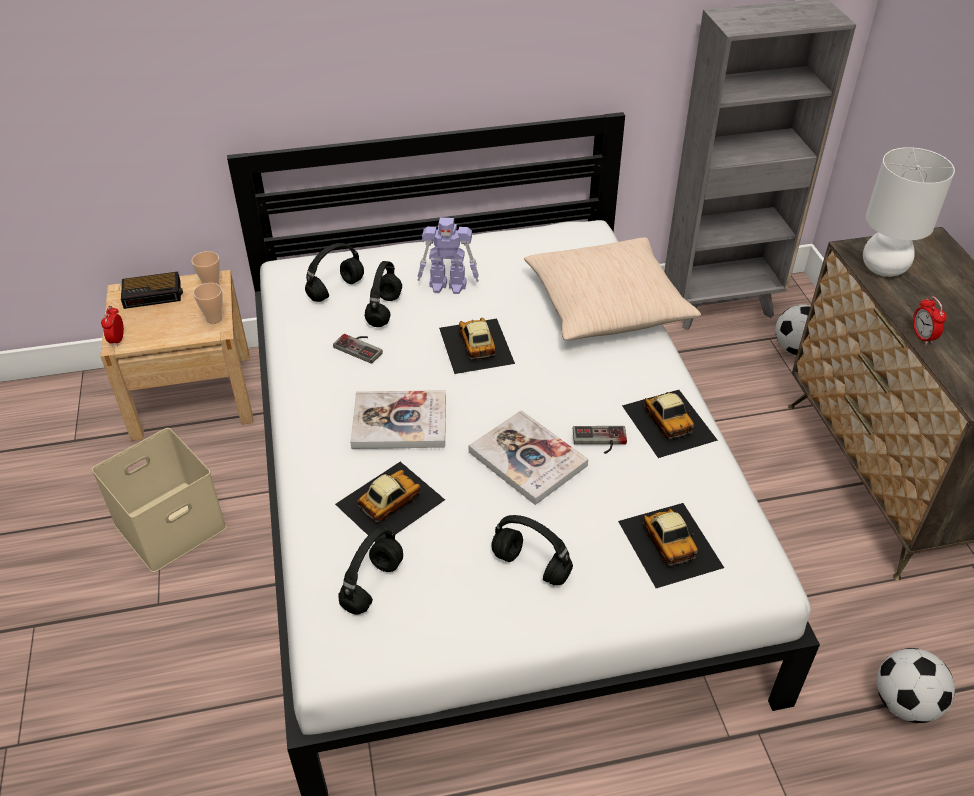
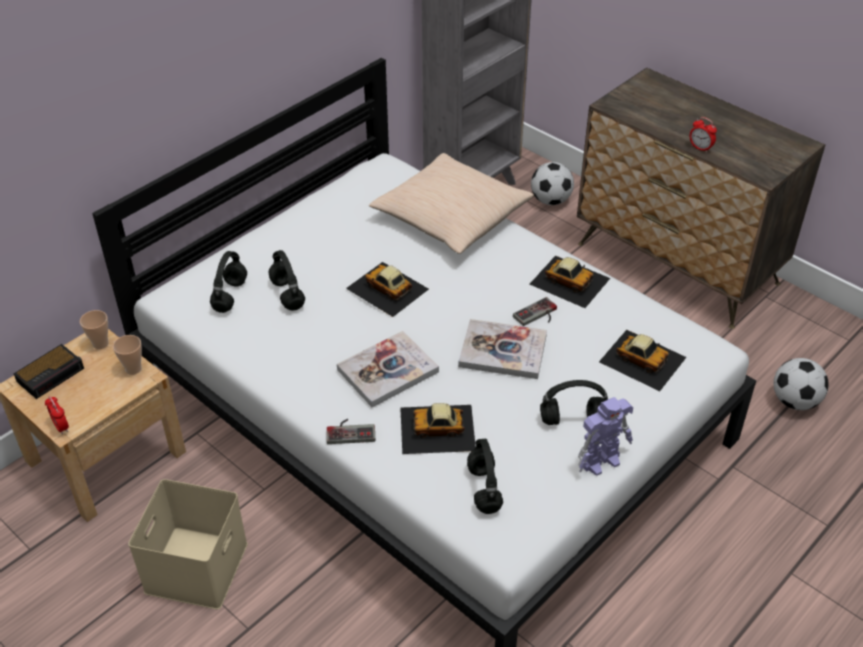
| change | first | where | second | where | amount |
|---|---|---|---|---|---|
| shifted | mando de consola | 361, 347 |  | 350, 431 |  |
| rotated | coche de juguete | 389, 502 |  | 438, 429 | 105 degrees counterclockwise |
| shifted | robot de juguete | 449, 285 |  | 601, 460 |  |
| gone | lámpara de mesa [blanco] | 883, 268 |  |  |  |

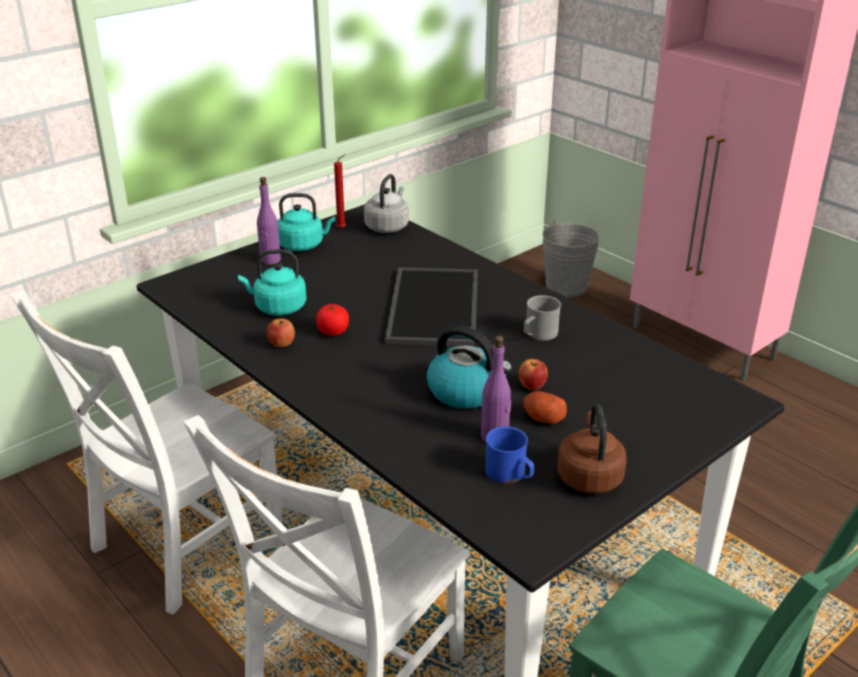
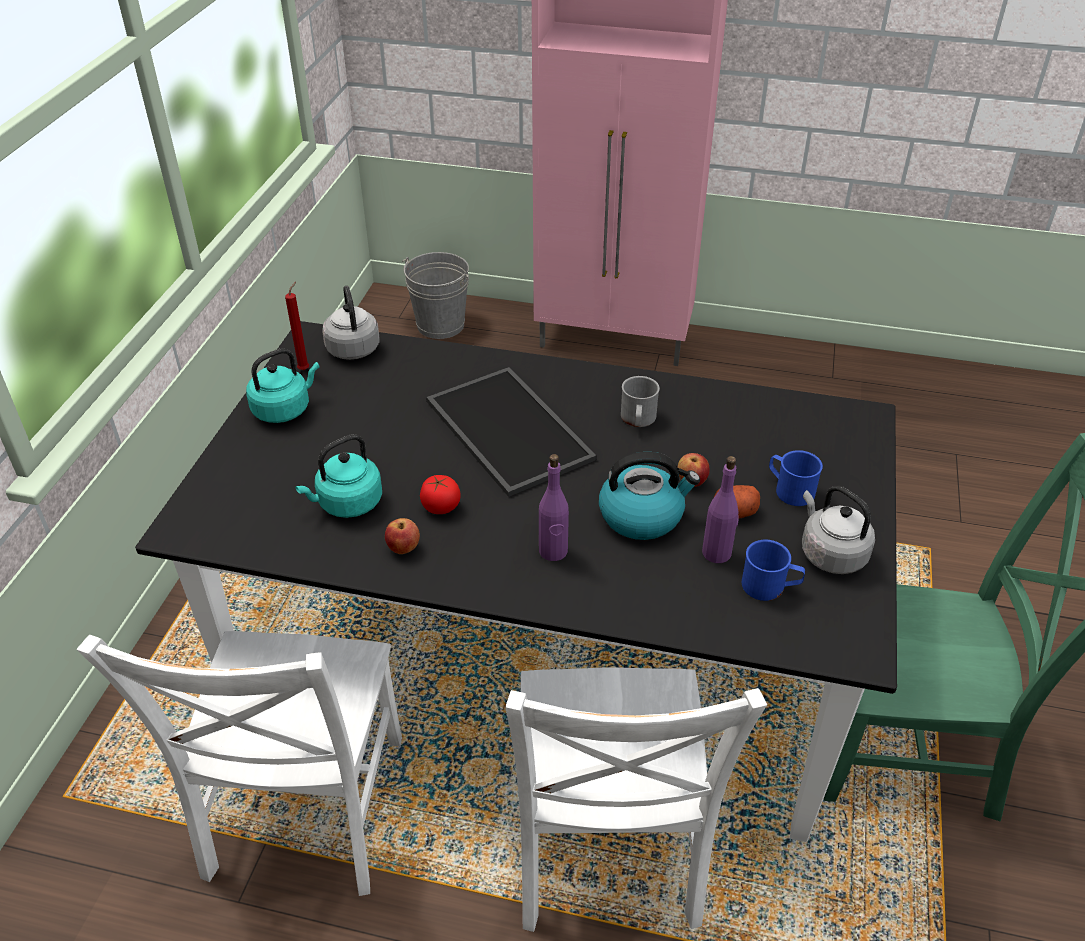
| change | first | where | second | where | amount |
|---|---|---|---|---|---|
| shifted | botella [morado] | 270, 260 |  | 553, 551 |  |
| repainted | hervidor [marrón] | 589, 476 | hervidor [gris] | 830, 553 |  |
| new |  |  | taza grande [azul] | 789, 489 |  |

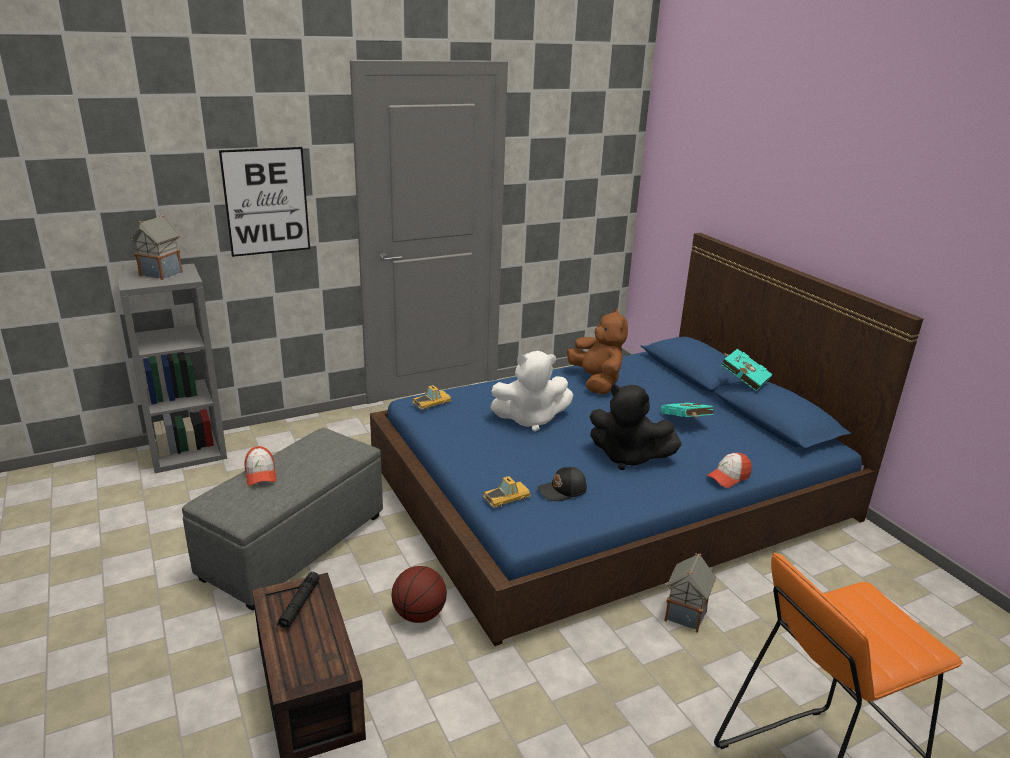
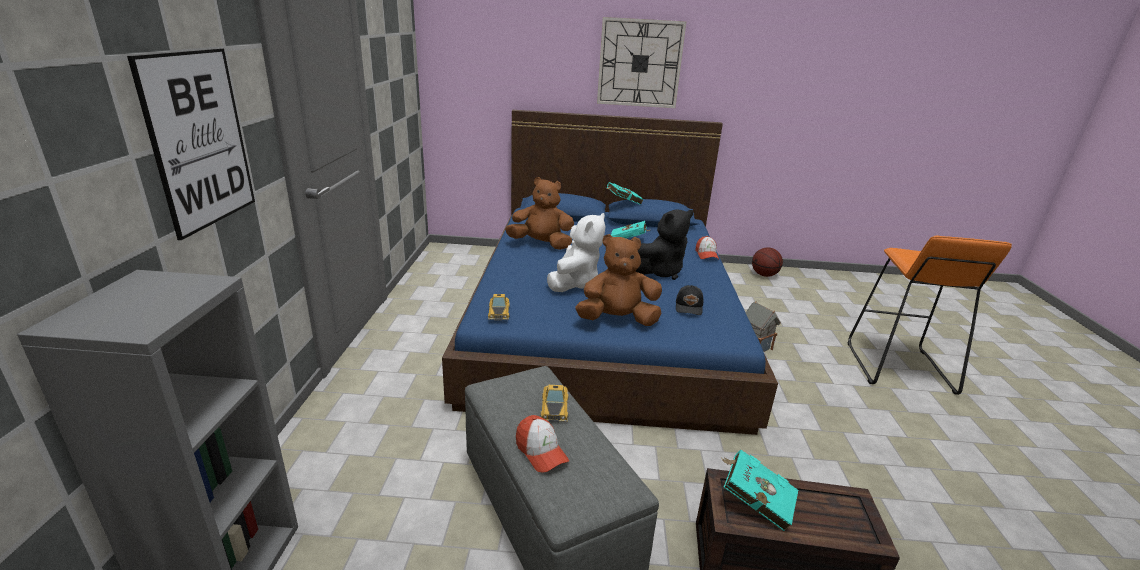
| change | first | where | second | where | amount |
|---|---|---|---|---|---|
| gone | casita | 161, 273 |  |  |  |
| rotated | gorra | 260, 474 |  | 541, 452 | 45 degrees clockwise |
| swapped | linterna [negro] | 299, 605 | libro [turquesa] | 754, 501 |  |
| shifted | balón de baloncesto | 419, 615 |  | 764, 275 |  |
| shifted | coche de juguete | 507, 497 |  | 554, 406 |  |
| new |  |  | peluche [marrón] | 617, 320 |  |
| new |  |  | reloj de pared | 640, 63 |  |

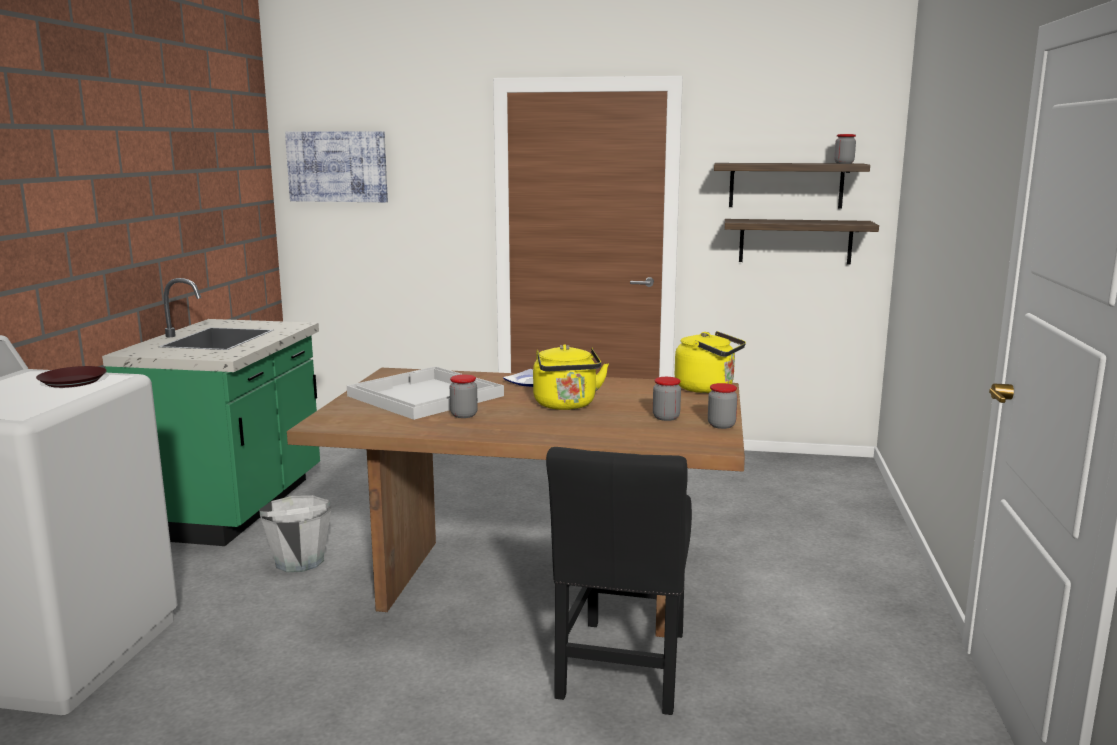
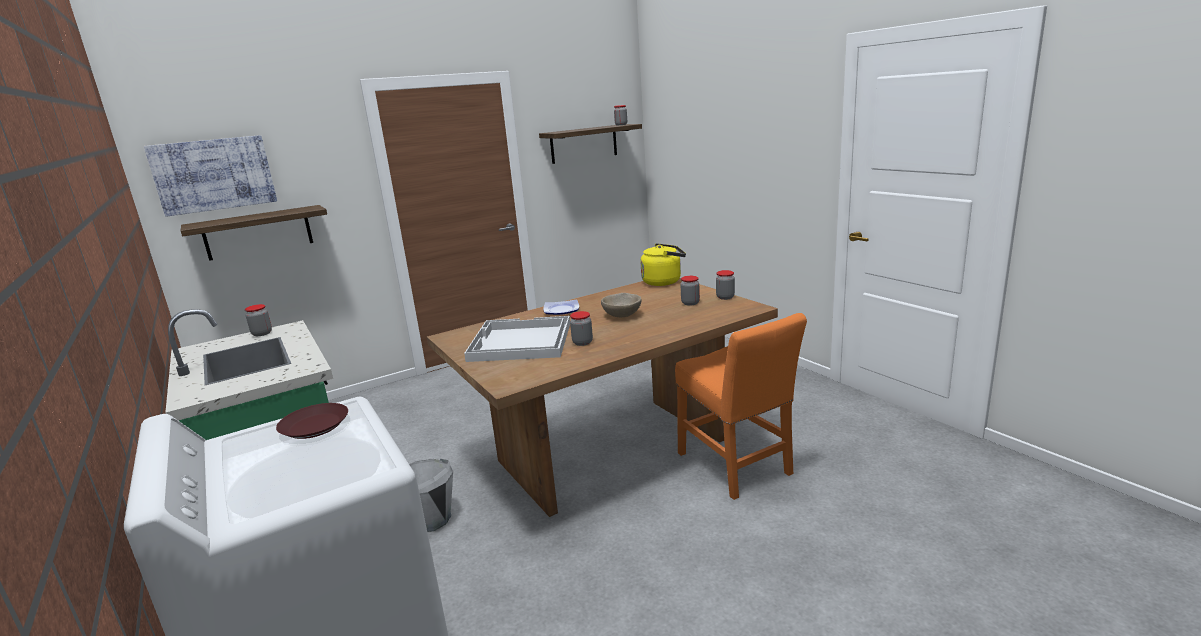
| change | first | where | second | where | amount |
|---|---|---|---|---|---|
| swapped | hervidor [amarillo] | 566, 405 | cuenco [beis] | 622, 315 |  |
| repainted | silla [negro] | 623, 670 | silla [naranja] | 736, 467 |  |
| shifted | estante | 795, 241 |  | 258, 232 |  |
| new |  |  | tarro | 262, 333 |  |

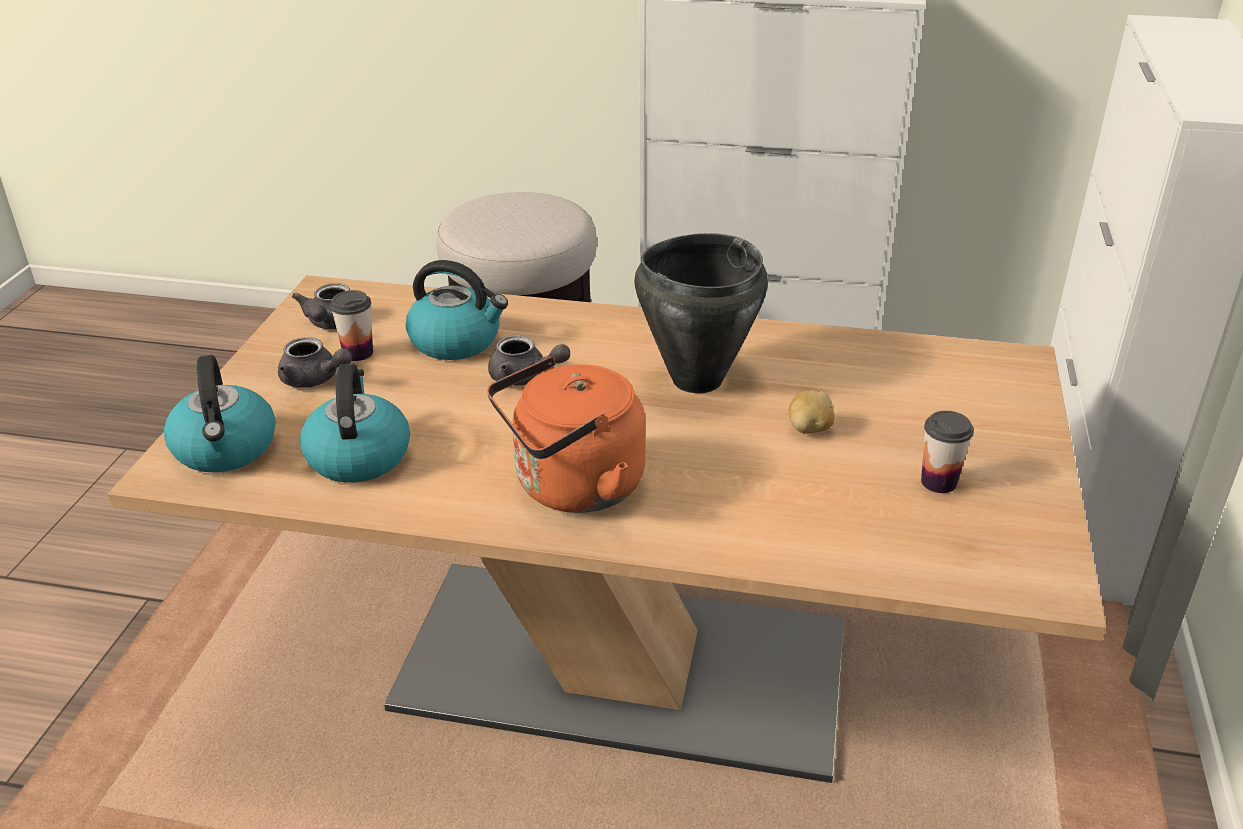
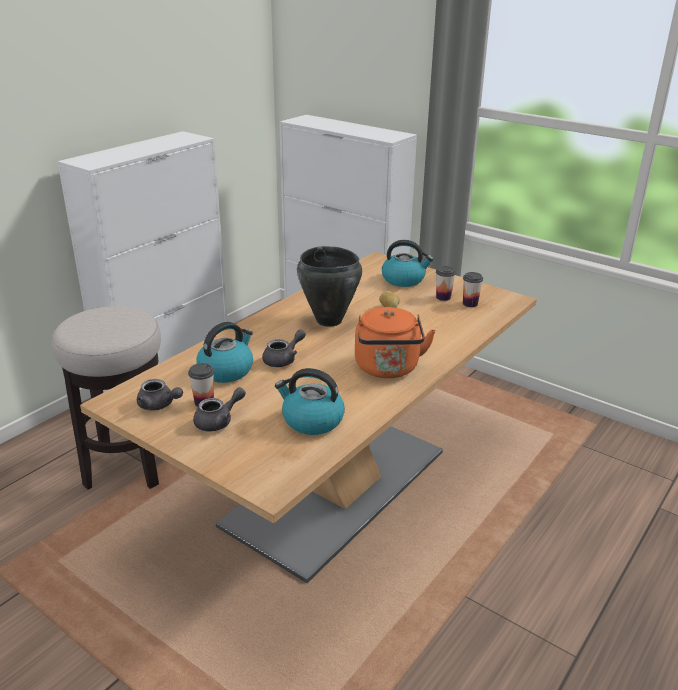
| change | first | where | second | where | amount |
|---|---|---|---|---|---|
| shifted | hervidor | 226, 449 |  | 404, 279 |  |
| new |  |  | taza | 470, 304 |  |

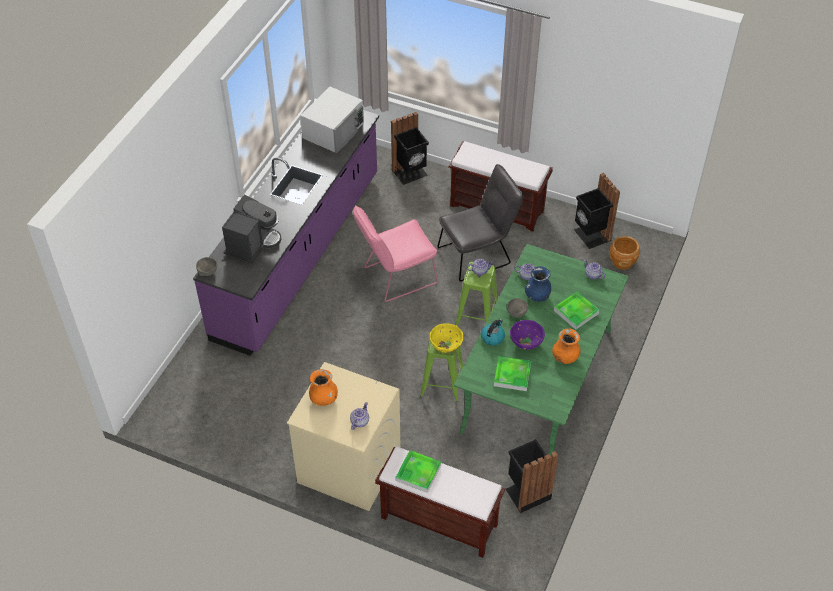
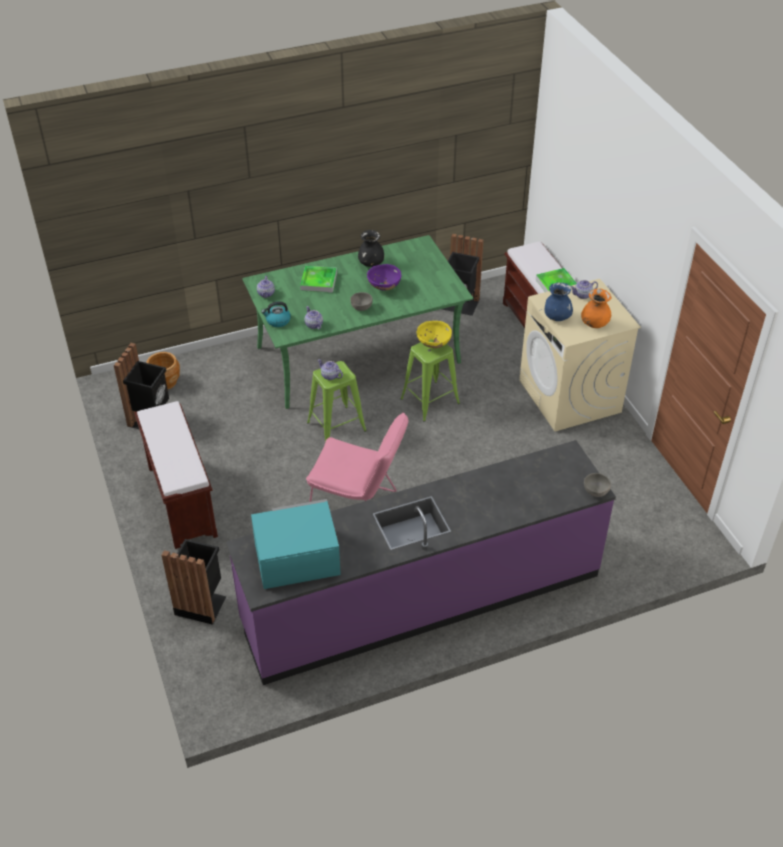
| change | first | where | second | where | amount |
|---|---|---|---|---|---|
| gone | cafetera | 252, 244 |  |  |  |
| repainted | microondas [blanco] | 334, 130 | microondas [turquesa] | 296, 558 |  |
| gone | silla [gris] | 478, 254 |  |  |  |
| shifted | hervidor | 492, 337 |  | 277, 321 |  |
| gone | bandeja | 512, 375 |  |  |  |
| shifted | florero [azul] | 537, 296 |  | 557, 317 |  |
| repainted | florero [naranja] | 565, 357 | florero [negro] | 371, 263 |  |

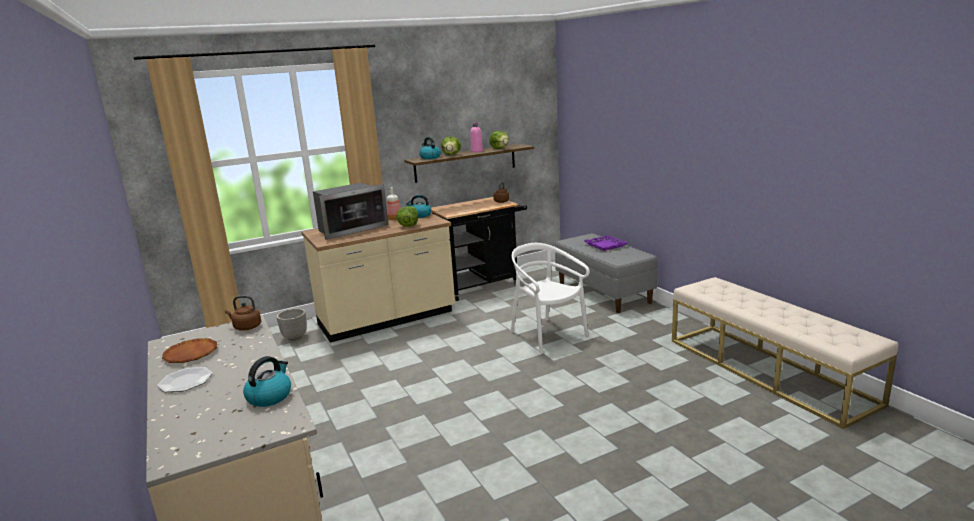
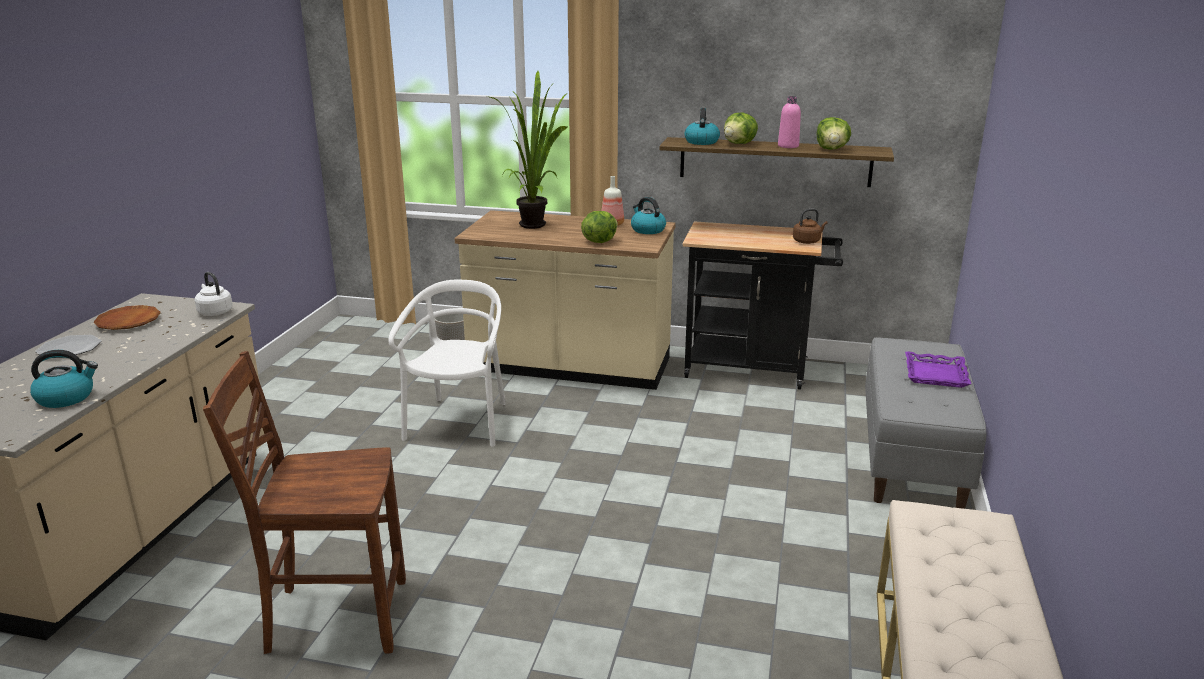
| change | first | where | second | where | amount |
|---|---|---|---|---|---|
| repainted | hervidor [marrón] | 246, 327 | hervidor [blanco] | 214, 312 |  |
| swapped | microondas | 350, 229 | planta en maceta | 537, 224 |  |
| shifted | silla [blanco] | 547, 335 |  | 459, 423 |  |
| new |  |  | silla [marrón] | 334, 617 |  |

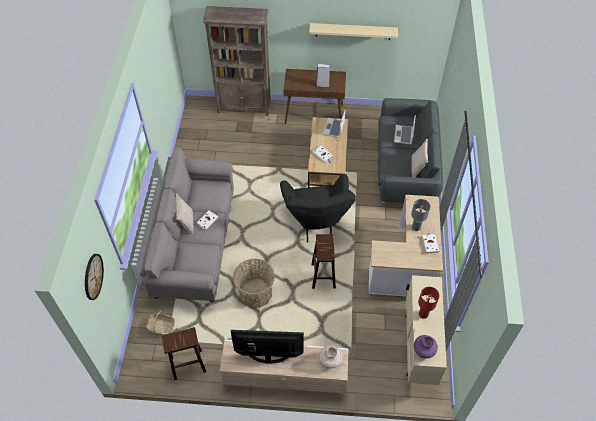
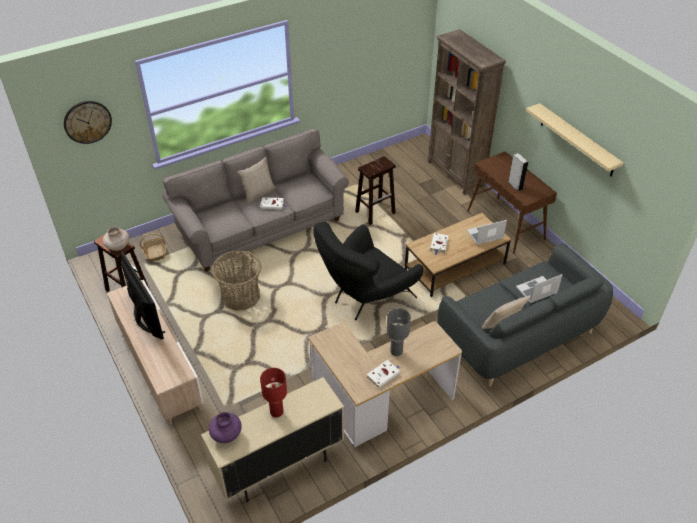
| change | first | where | second | where | amount |
|---|---|---|---|---|---|
| shifted | taburete [marrón] | 323, 275 |  | 375, 212 |  |
| shifted | florero [beis] | 330, 360 |  | 118, 247 |  |

